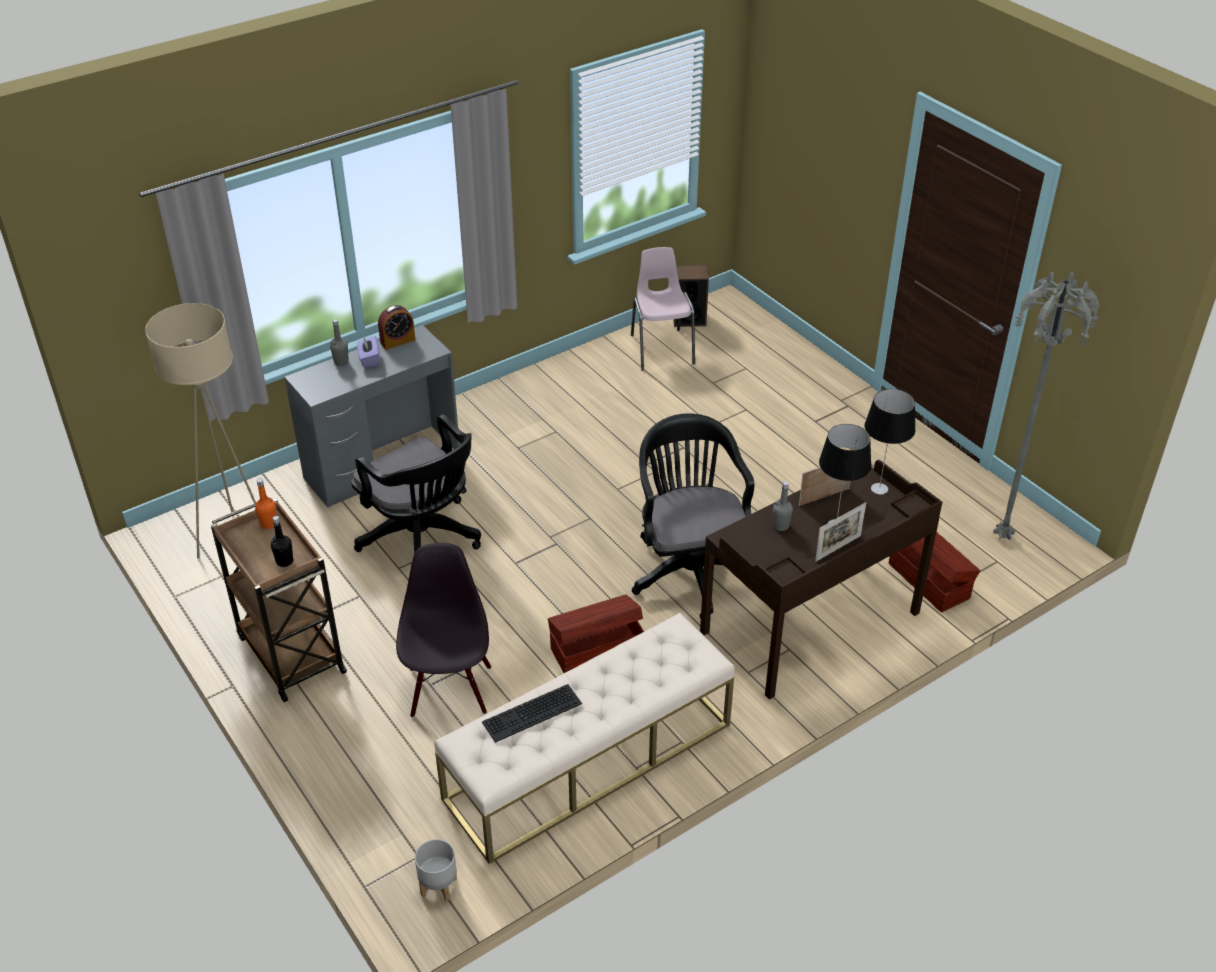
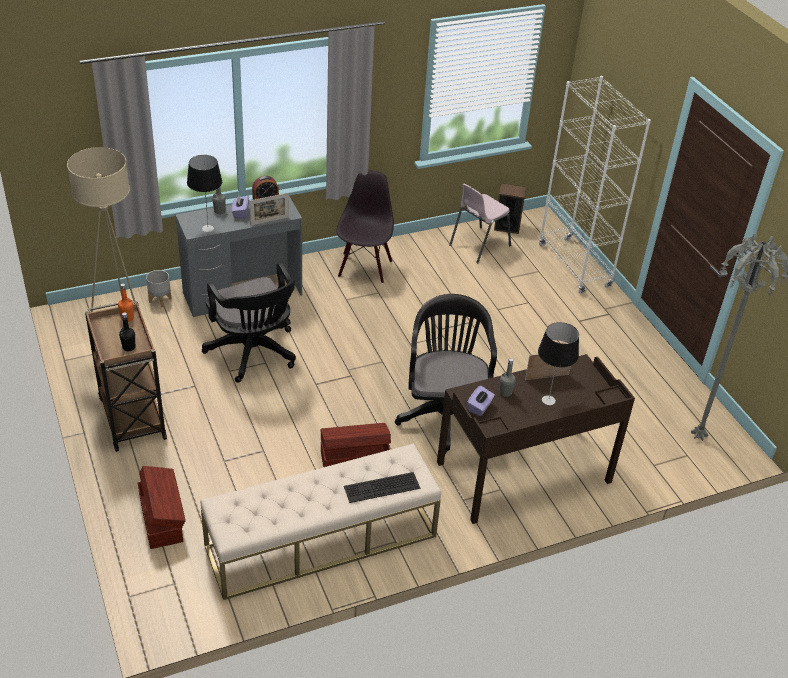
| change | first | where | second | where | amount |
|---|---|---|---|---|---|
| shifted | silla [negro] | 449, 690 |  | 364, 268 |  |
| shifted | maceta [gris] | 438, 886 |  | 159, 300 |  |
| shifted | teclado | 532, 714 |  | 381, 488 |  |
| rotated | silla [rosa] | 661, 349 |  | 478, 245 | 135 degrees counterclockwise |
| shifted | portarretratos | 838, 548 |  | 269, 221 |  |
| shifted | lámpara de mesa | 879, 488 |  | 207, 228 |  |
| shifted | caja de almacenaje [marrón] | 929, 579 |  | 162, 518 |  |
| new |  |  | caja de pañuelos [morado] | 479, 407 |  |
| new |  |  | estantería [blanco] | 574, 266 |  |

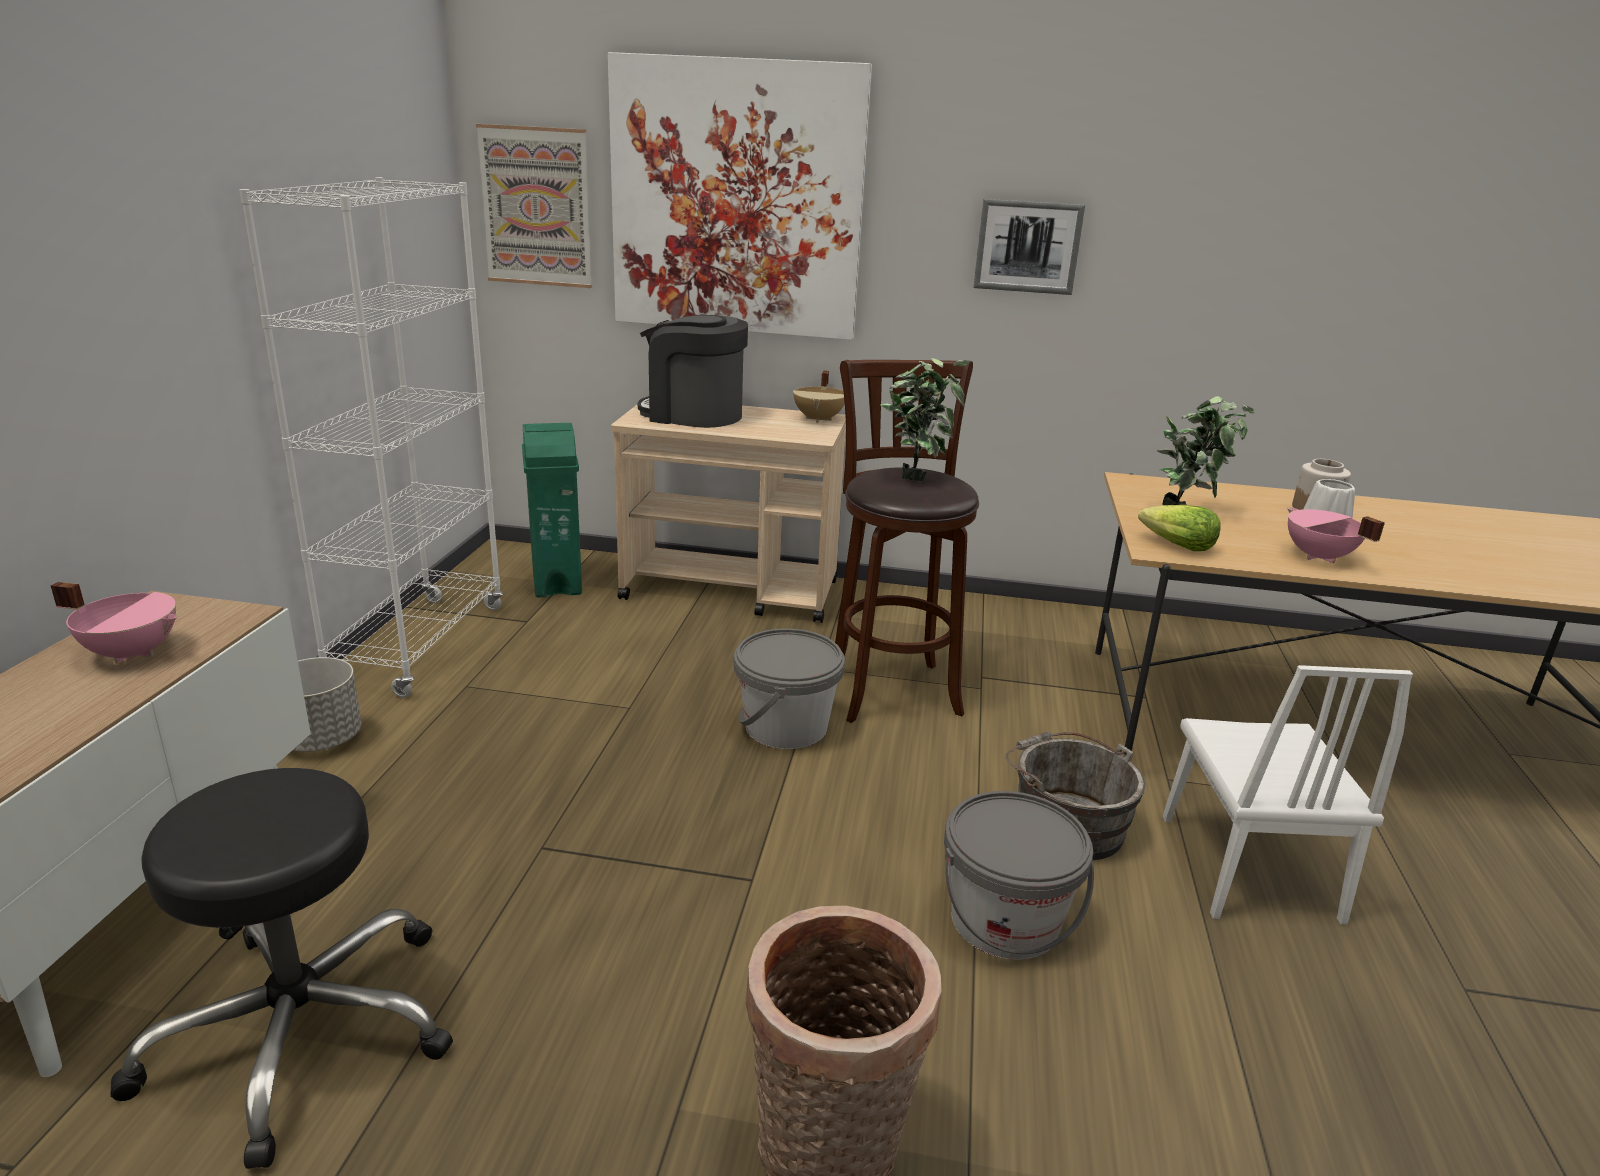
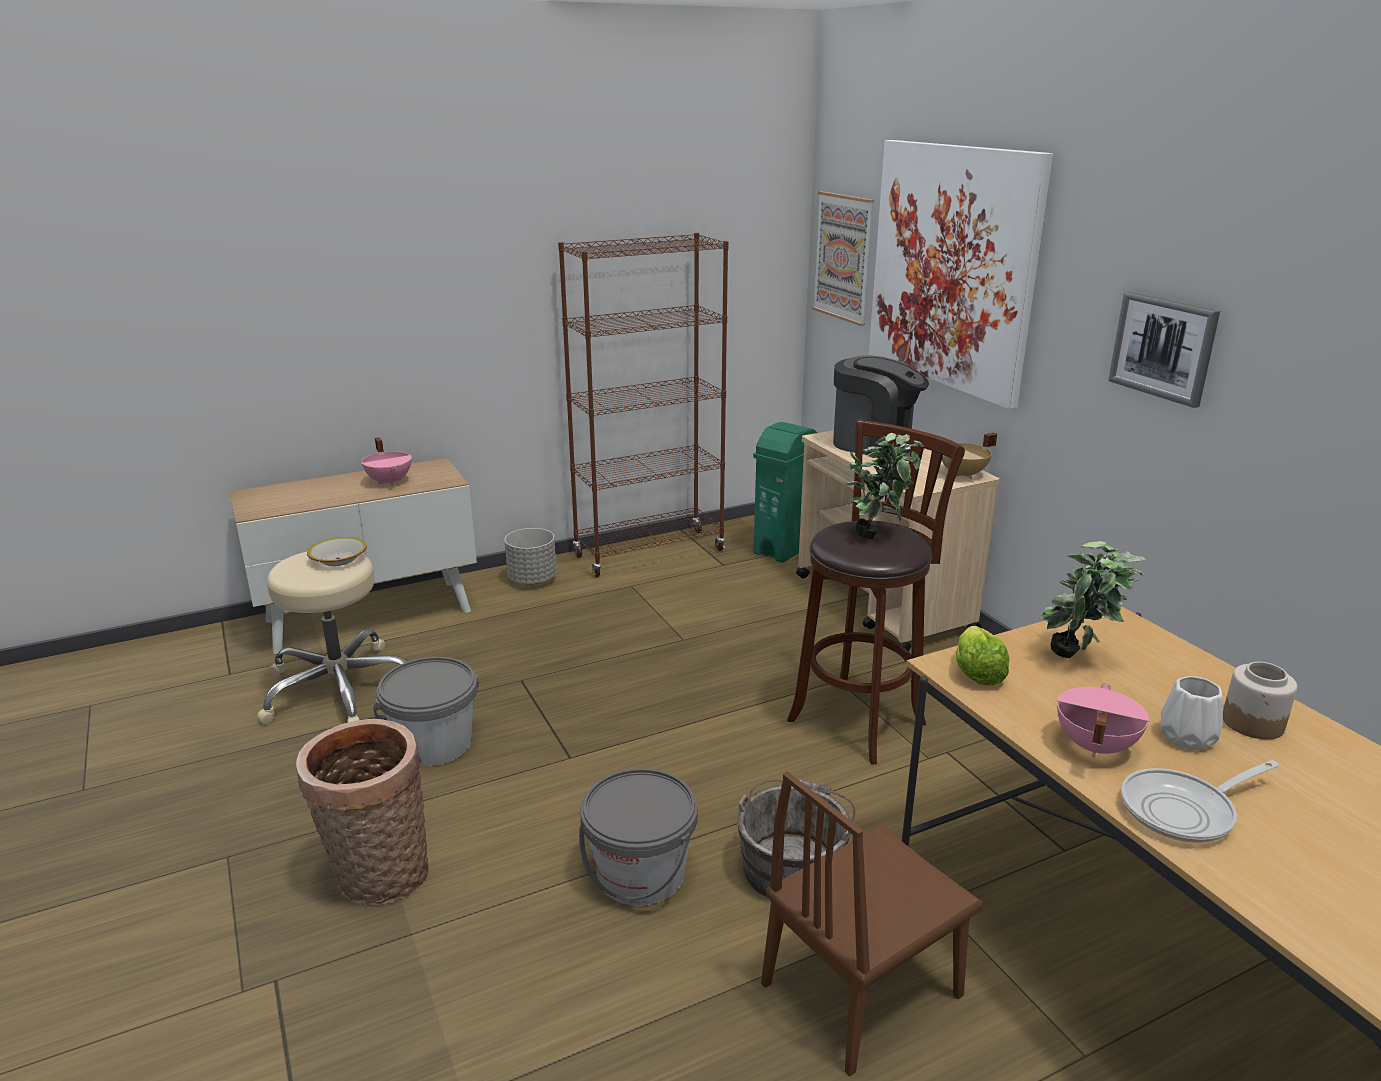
| change | first | where | second | where | amount |
|---|---|---|---|---|---|
| repainted | taburete [negro] | 302, 1029 | taburete [beis] | 340, 689 |  |
| repainted | estantería [blanco] | 419, 645 | estantería [marrón] | 649, 553 |  |
| rotated | cafetera | 693, 414 |  | 875, 444 | 135 degrees clockwise |
| shifted | cubo [gris] | 785, 726 |  | 434, 744 |  |
| repainted | silla [blanco] | 1248, 867 | silla [marrón] | 862, 989 |  |
| new |  |  | cuenco | 338, 559 |  |
| new |  |  | sartén | 1184, 811 |  |

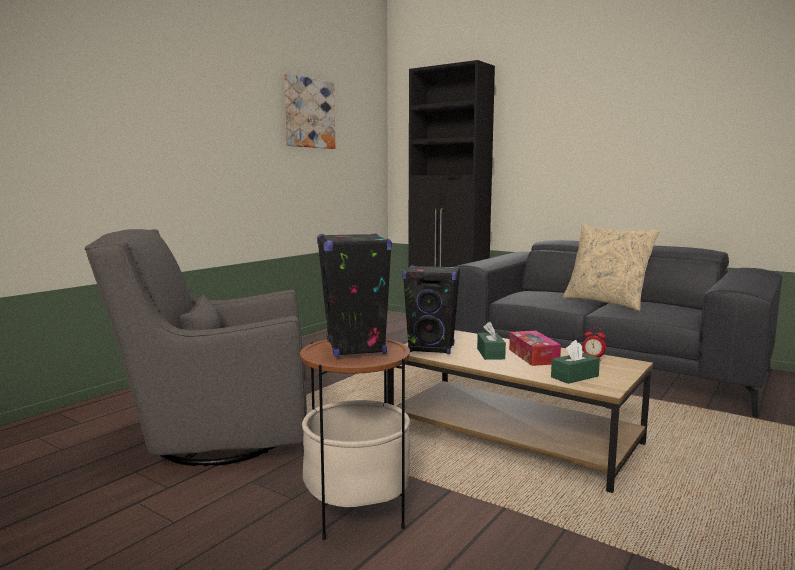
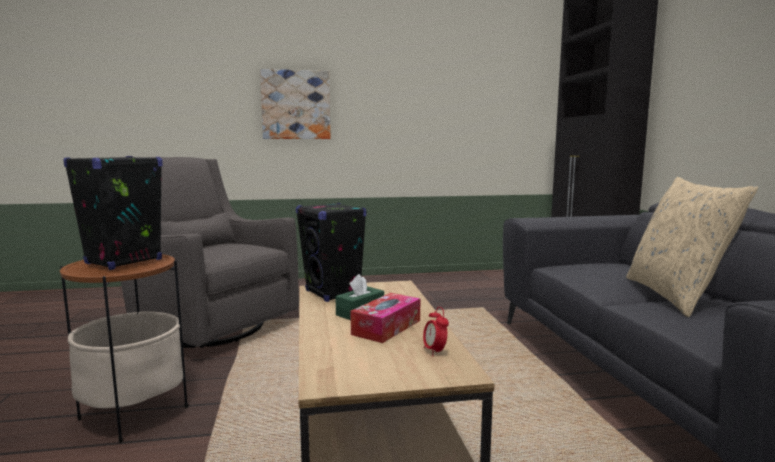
| change | first | where | second | where | amount |
|---|---|---|---|---|---|
| shifted | cuadro | 309, 113 |  | 296, 105 |  |
| gone | caja de pañuelos [verde] | 574, 376 |  |  |  |

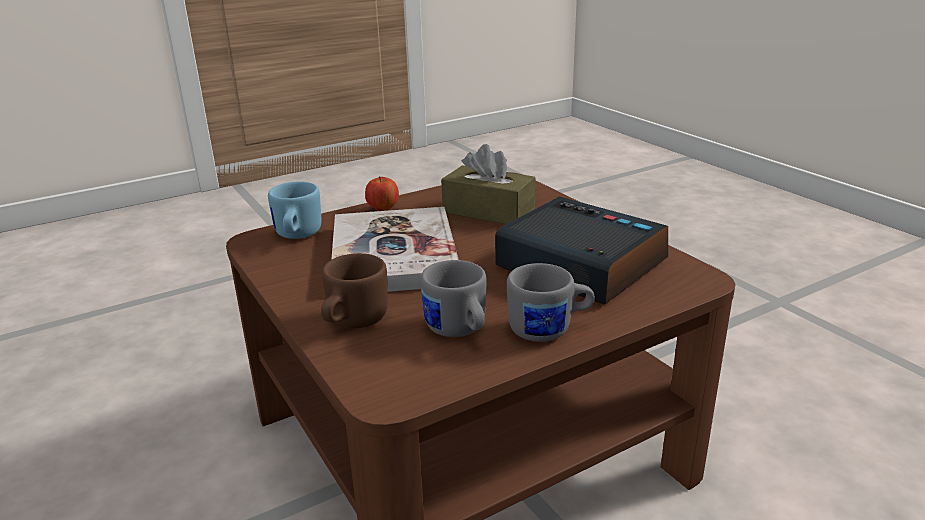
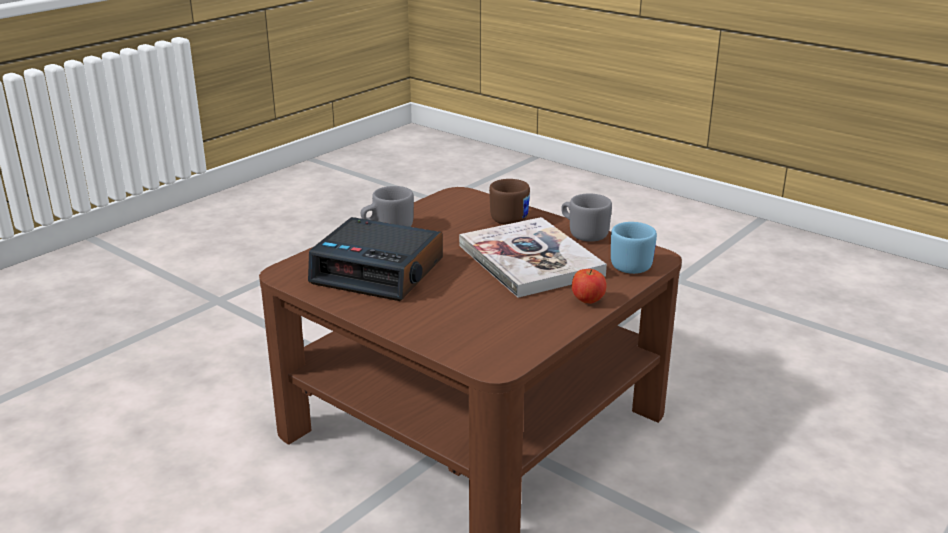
| change | first | where | second | where | amount |
|---|---|---|---|---|---|
| shifted | taza grande [gris] | 458, 331 |  | 583, 234 |  |
| gone | caja de pañuelos [marrón] | 488, 211 |  |  |  |

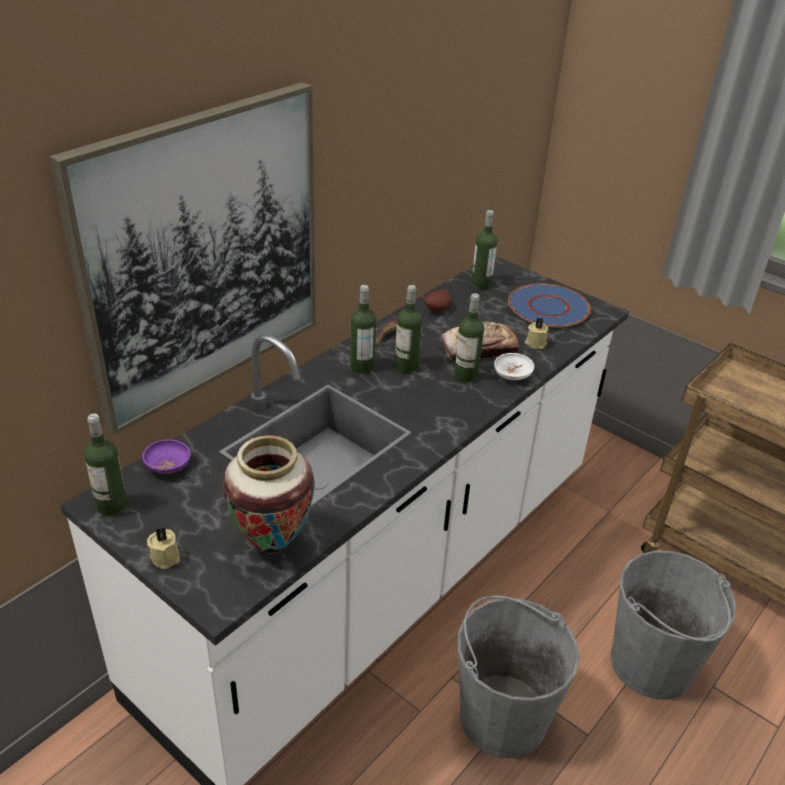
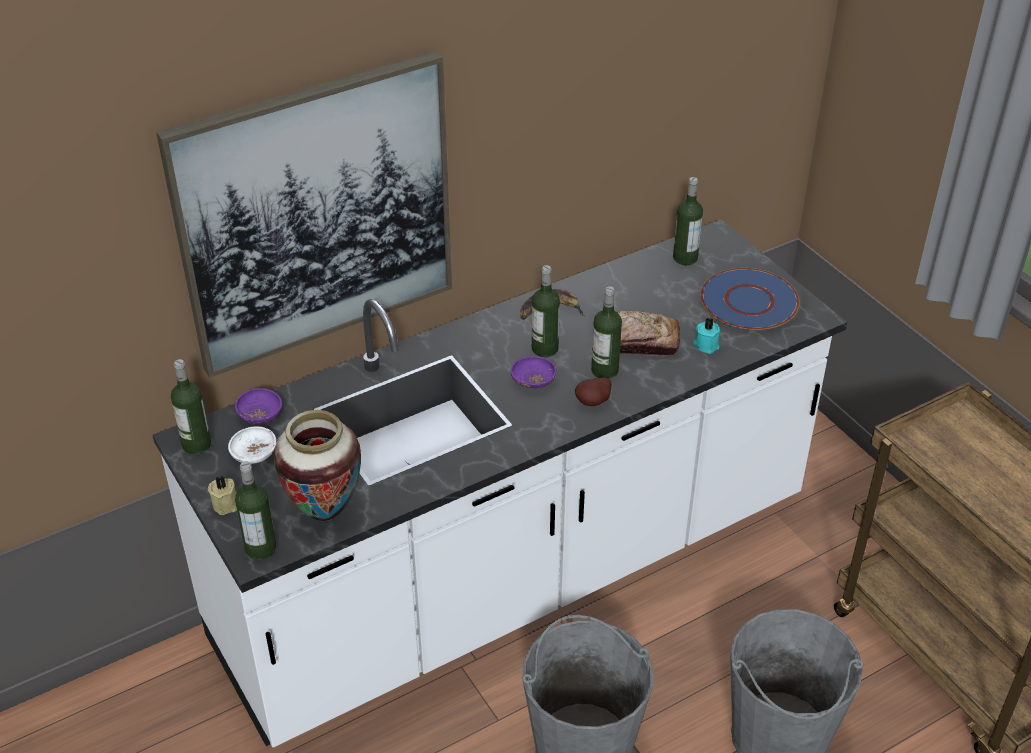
| change | first | where | second | where | amount |
|---|---|---|---|---|---|
| shifted | botella | 362, 367 |  | 260, 548 |  |
| shifted | patata | 438, 310 |  | 594, 402 |  |
| shifted | cuenco [blanco] | 512, 376 |  | 254, 455 |  |
| repainted | vela [beis] | 535, 343 | vela [turquesa] | 706, 344 |  |
| new |  |  | cuenco [morado] | 533, 382 |  |

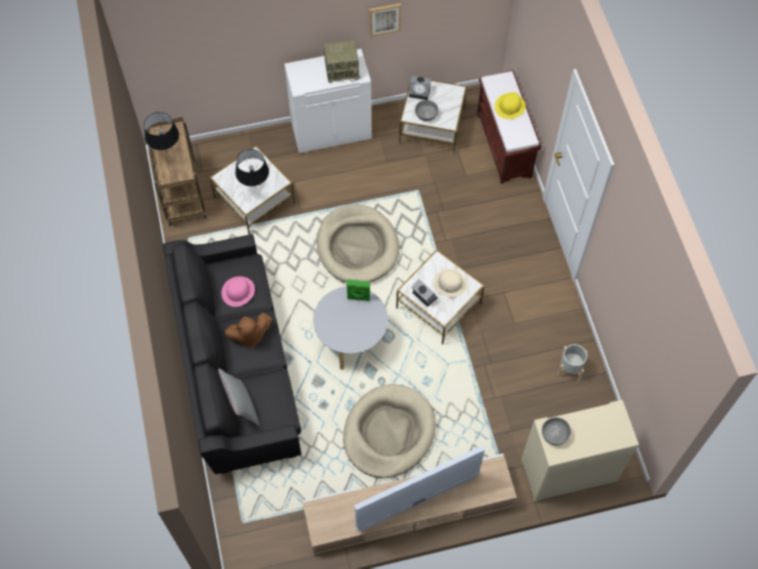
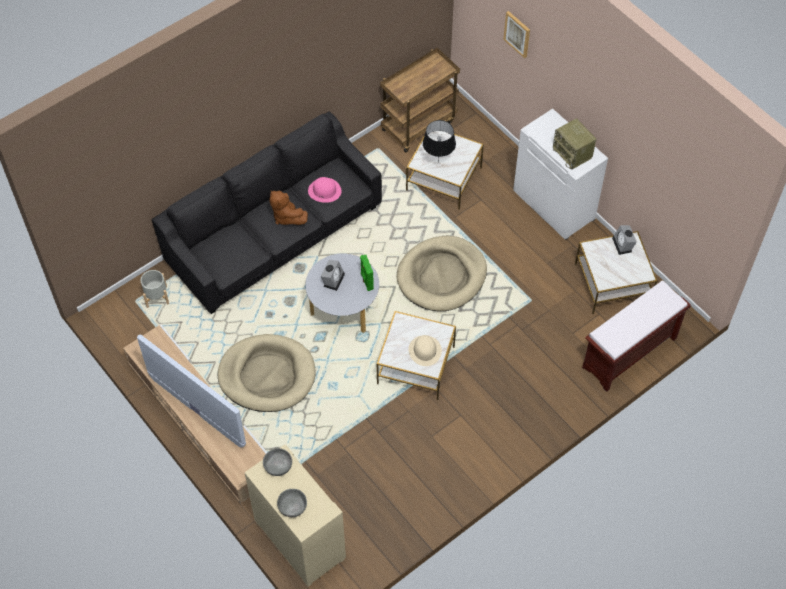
| change | first | where | second | where | amount |
|---|---|---|---|---|---|
| gone | lámpara de mesa [negro] | 167, 153 |  |  |  |
| gone | cojín [gris] | 241, 406 |  |  |  |
| shifted | cuadro | 384, 19 |  | 517, 34 |  |
| shifted | despertador | 423, 295 |  | 333, 279 |  |
| shifted | cuenco [gris] | 426, 114 |  | 292, 506 |  |
| gone | sombrero [amarillo] | 510, 106 |  |  |  |
| shifted | maceta [gris] | 570, 368 |  | 156, 297 |  |

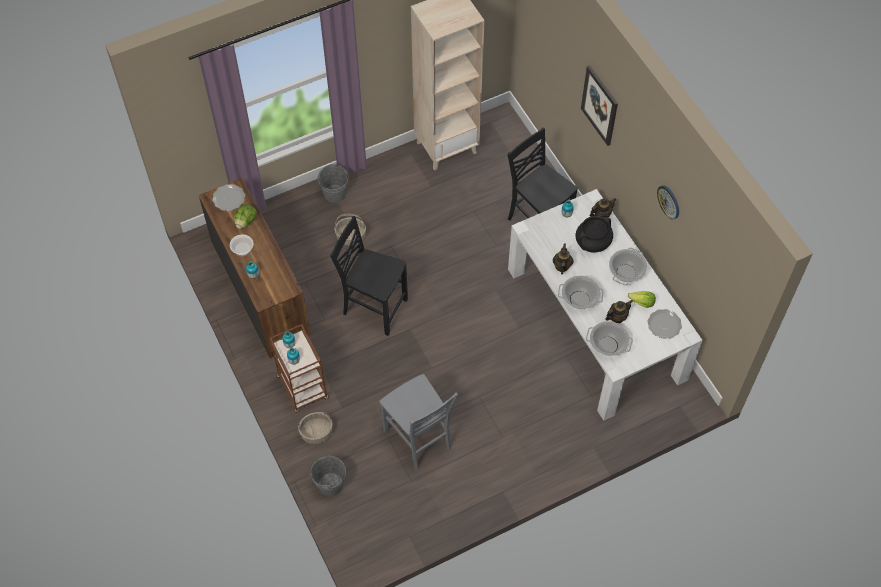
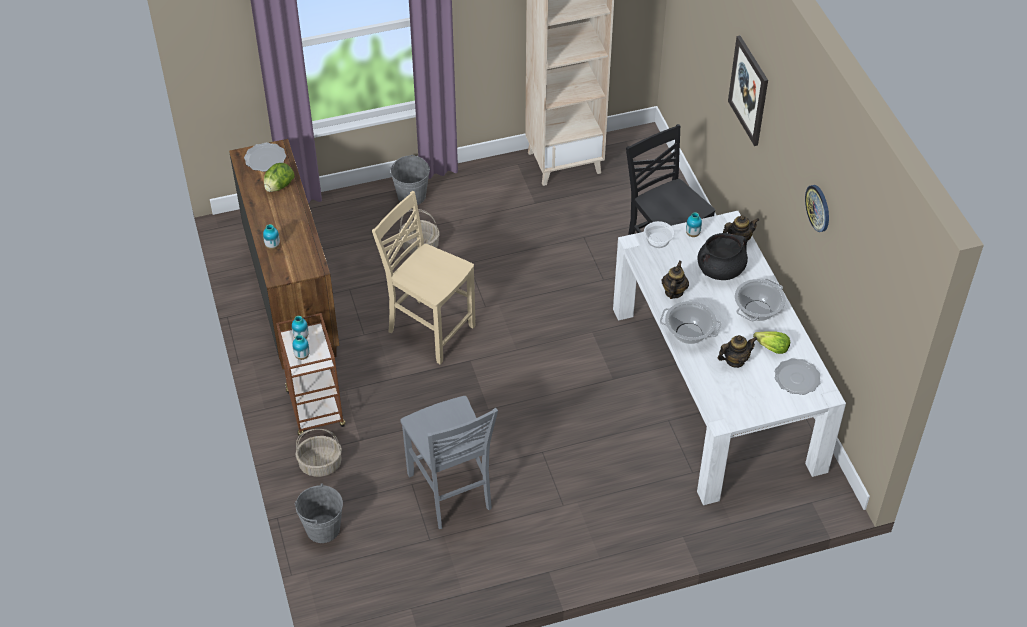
| change | first | where | second | where | amount |
|---|---|---|---|---|---|
| shifted | cuenco | 242, 249 |  | 658, 240 |  |
| repainted | silla [negro] | 373, 307 | silla [beis] | 429, 329 |  |
| gone | olla | 608, 345 |  |  |  |

